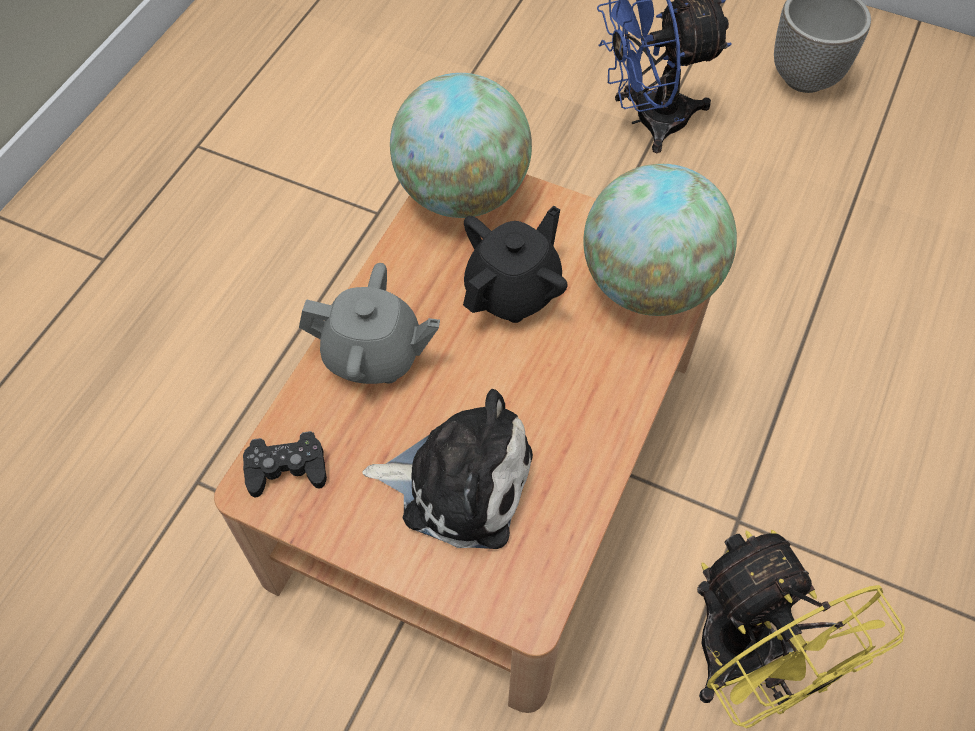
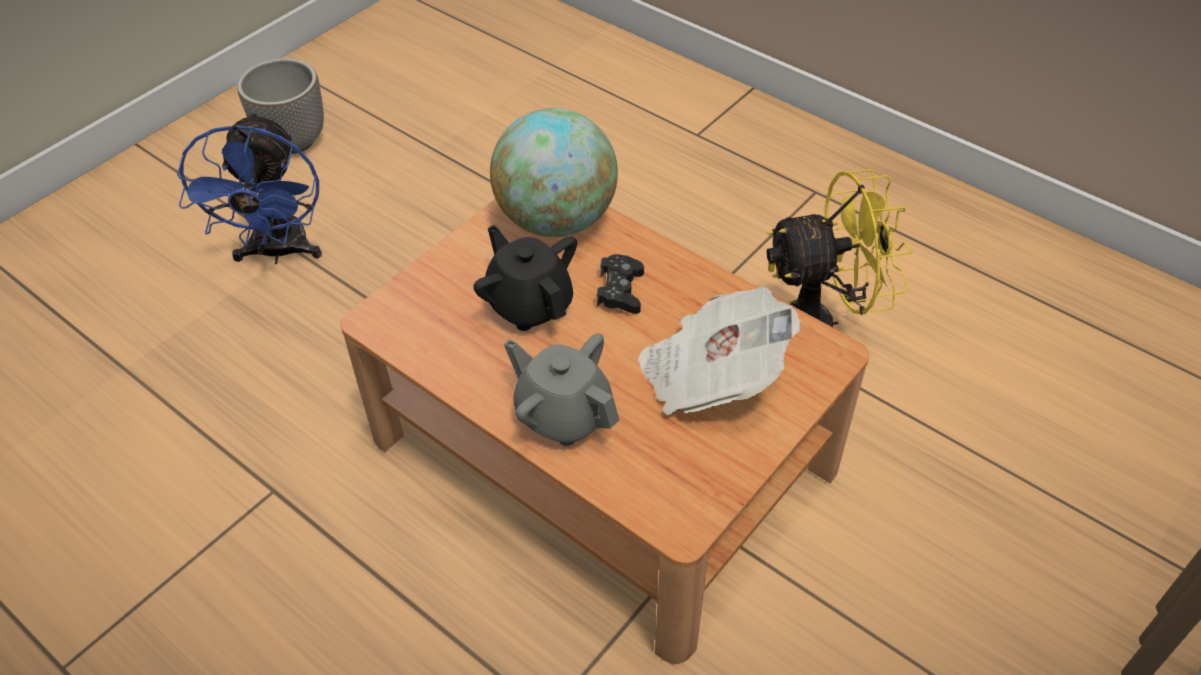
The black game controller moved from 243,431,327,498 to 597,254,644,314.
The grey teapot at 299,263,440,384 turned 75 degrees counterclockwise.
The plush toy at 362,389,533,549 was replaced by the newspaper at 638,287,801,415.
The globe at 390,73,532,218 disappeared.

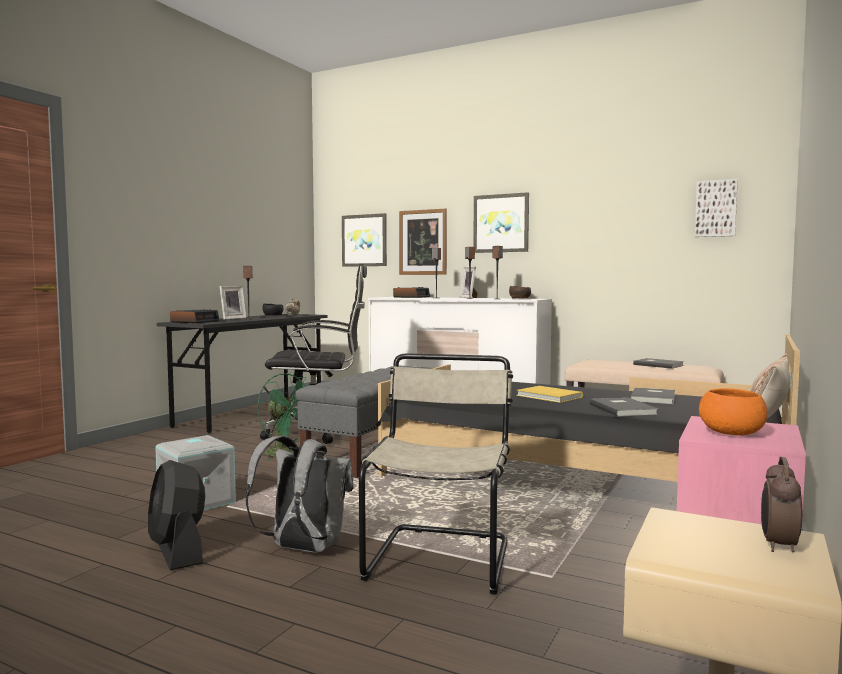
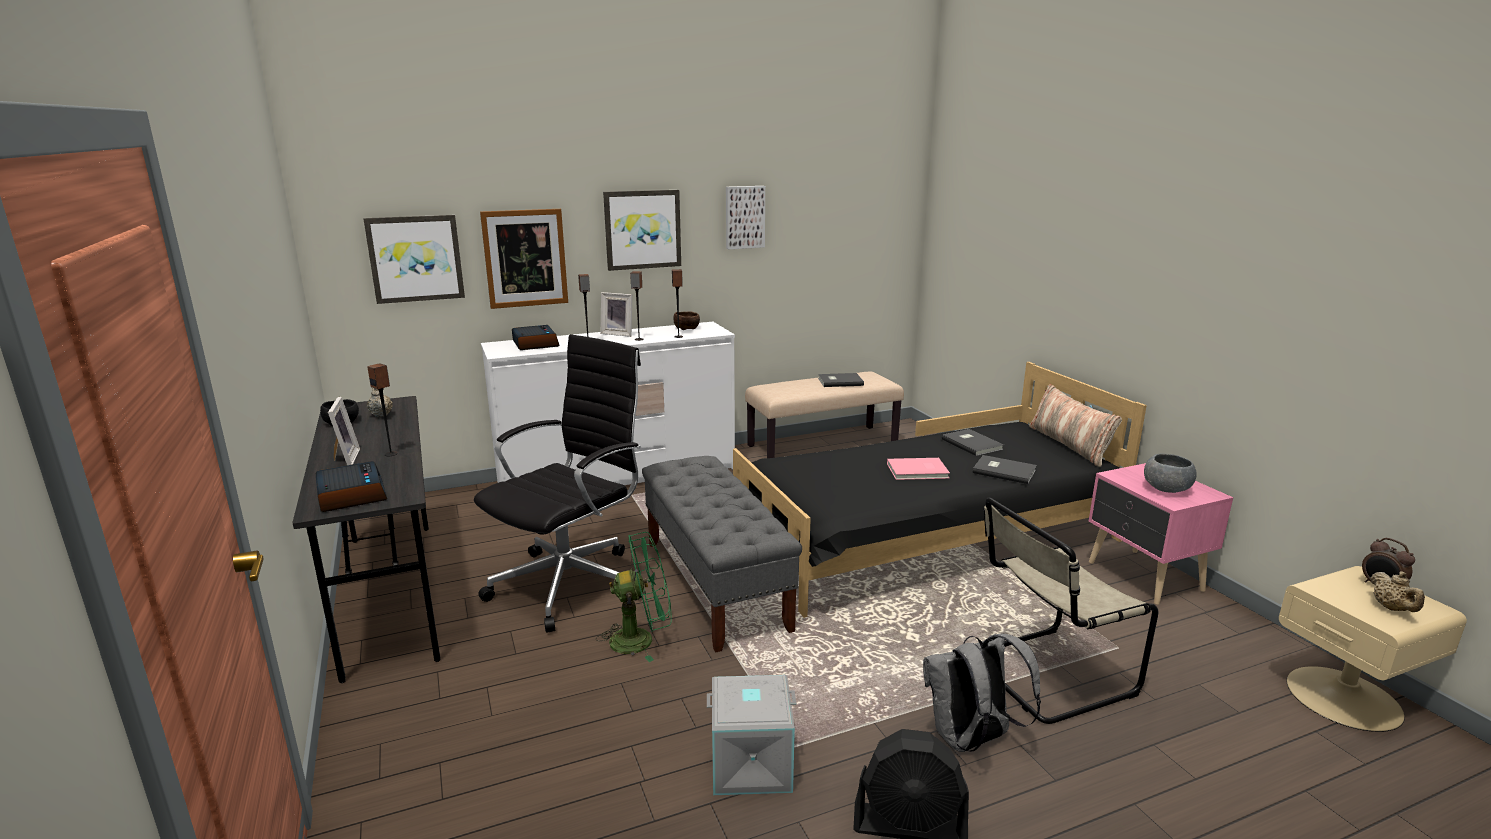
The beige chair at 359,354,513,594 turned 75 degrees counterclockwise.
The yellow book at 516,386,583,403 became the pink book at 887,458,950,480.
The picture moved from 695,179,738,237 to 726,186,765,250.
The orange bowl at 699,388,767,436 became the grey bowl at 1144,453,1196,493.
The beige teapot at 1370,571,1425,612 appeared.

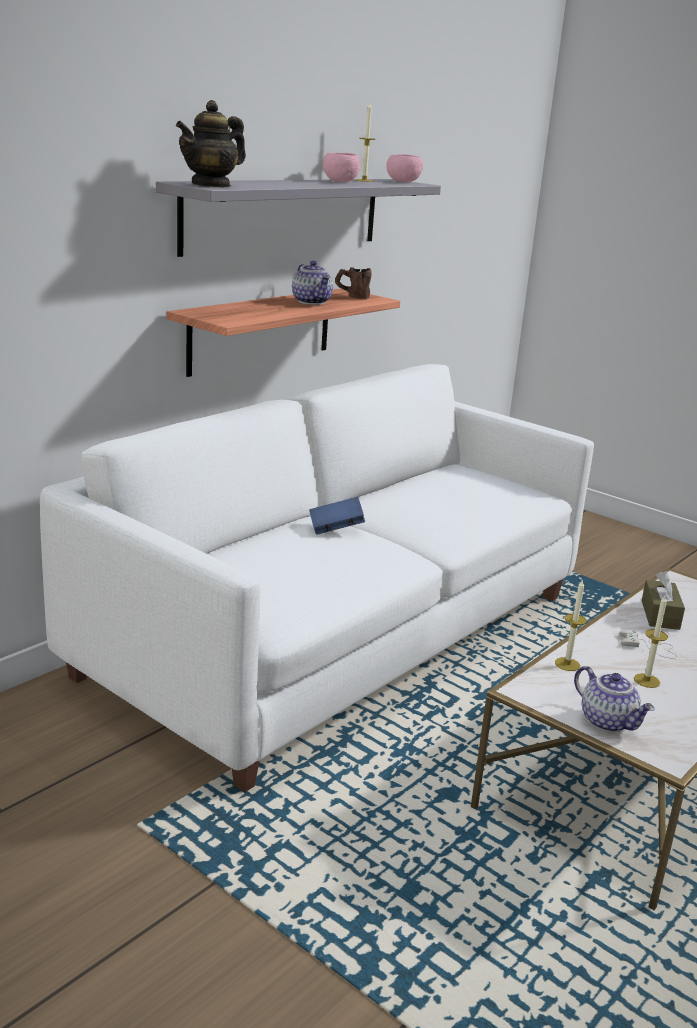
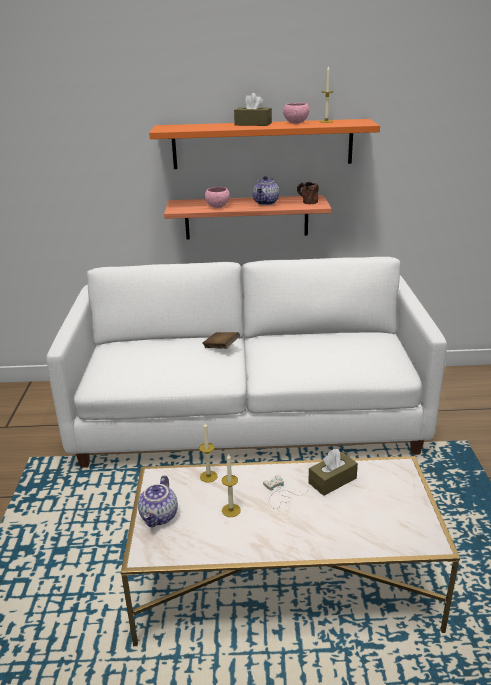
The grey shelf at 156,179,441,257 became the orange shelf at 149,119,380,169.
The teapot at 176,100,246,187 disappeared.
The blue book at 309,497,365,535 became the brown book at 202,332,240,349.
The pink bowl moved from 386,154,423,182 to 205,187,230,208.
The brown tissue box at 234,93,272,126 appeared.

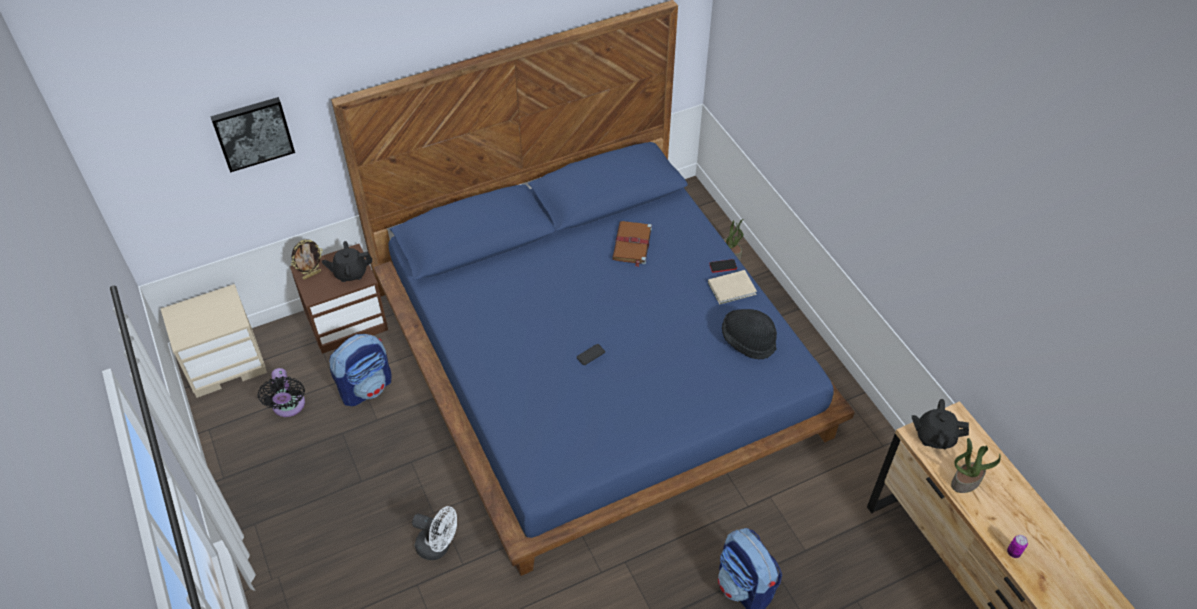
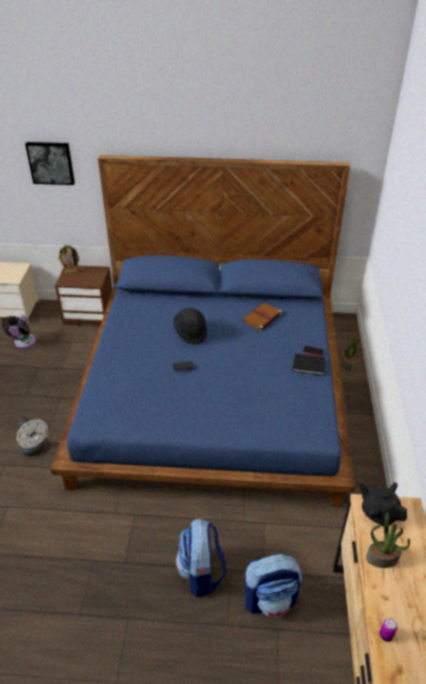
The black teapot at 322,241,372,282 disappeared.
The backpack moved from 329,334,392,406 to 244,554,302,617.
The beige book at 708,270,757,304 became the black book at 293,353,325,375.
The black hat moved from 722,309,777,359 to 173,308,207,344.

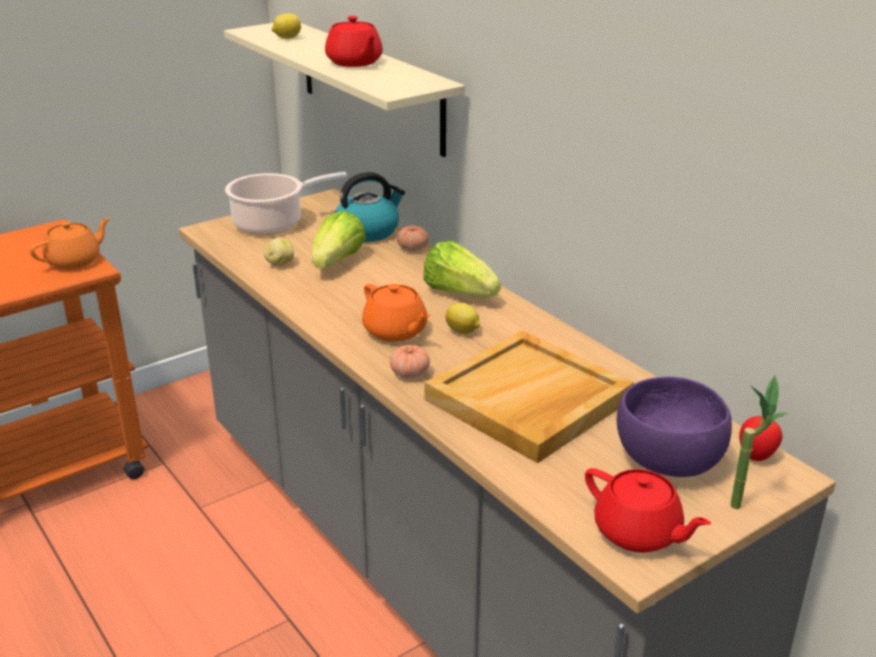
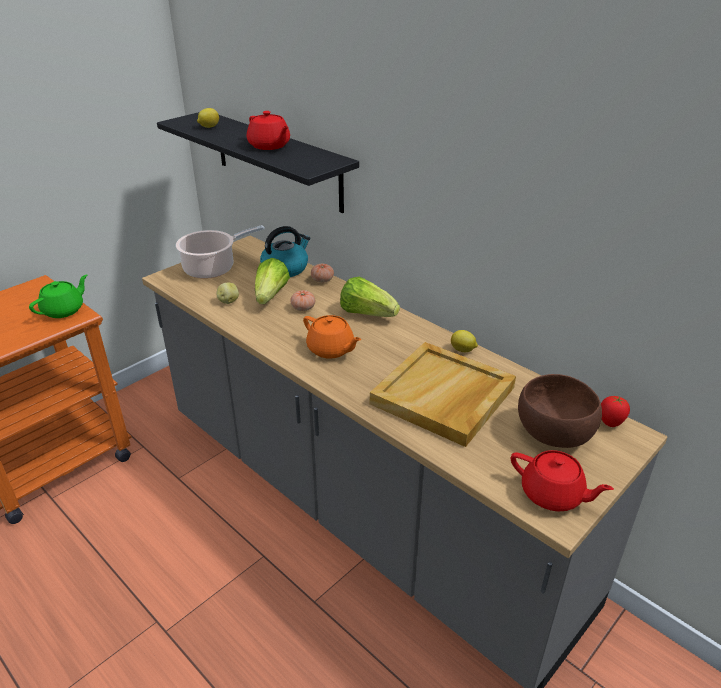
The orange teapot at 29,218,110,269 became the green teapot at 29,274,87,318.
The beige shelf at 224,23,465,157 became the black shelf at 157,112,359,213.
The tomato moved from 390,345,430,378 to 290,290,315,311.
The lemon moved from 446,303,480,334 to 451,330,478,352.
The purple bowl at 617,376,732,477 became the brown bowl at 518,374,602,448.
The potted plant at 730,376,788,509 disappeared.

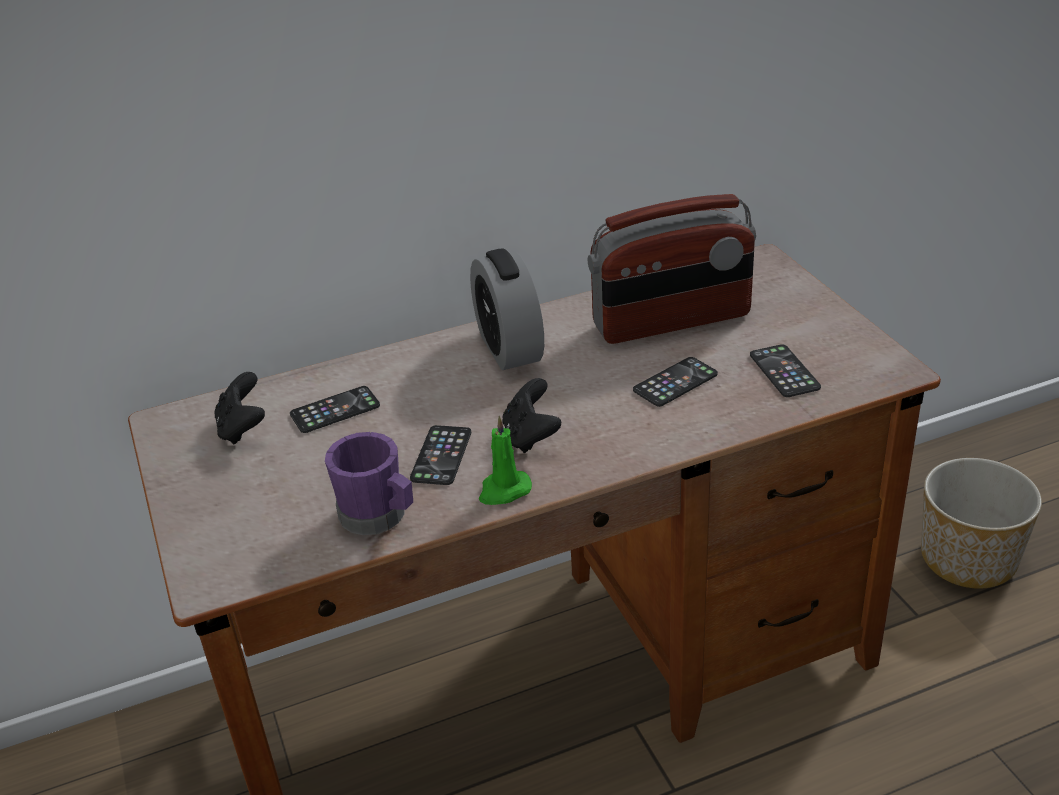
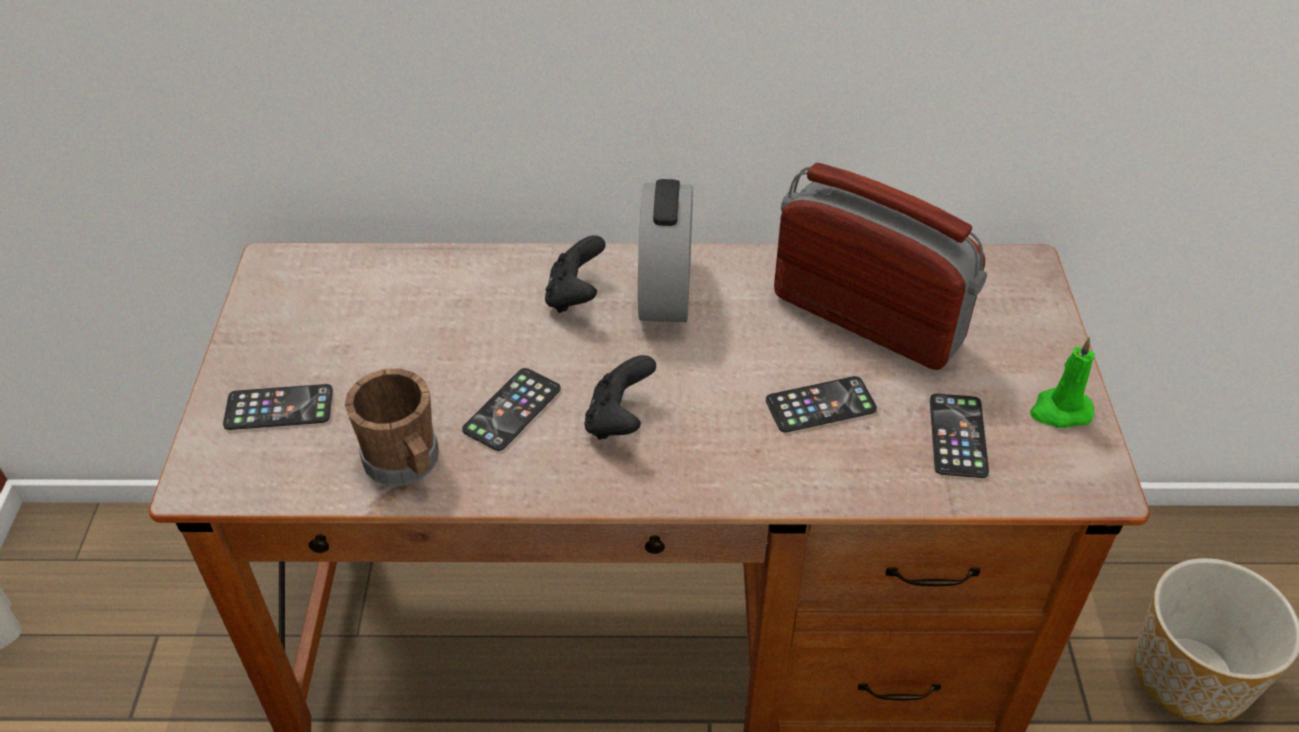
The black game controller moved from 214,372,265,444 to 545,235,606,313.
The phone moved from 290,386,380,433 to 223,384,333,430.
The purple mug at 325,432,413,535 became the brown mug at 345,369,439,486.
The green candle moved from 479,416,532,505 to 1030,337,1095,428.
The radio at 588,194,756,344 turned 150 degrees counterclockwise.

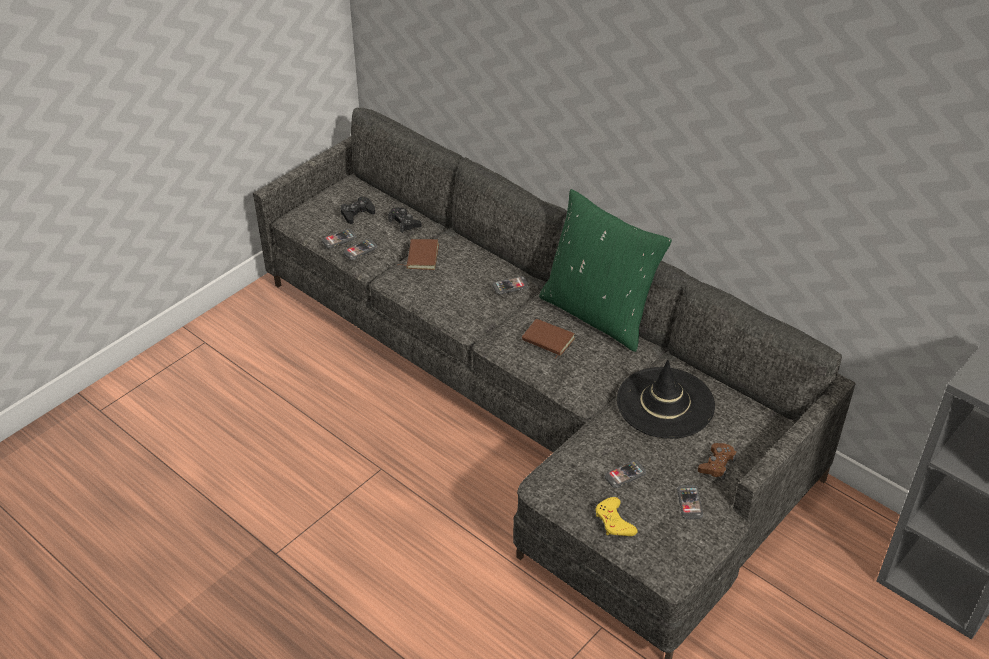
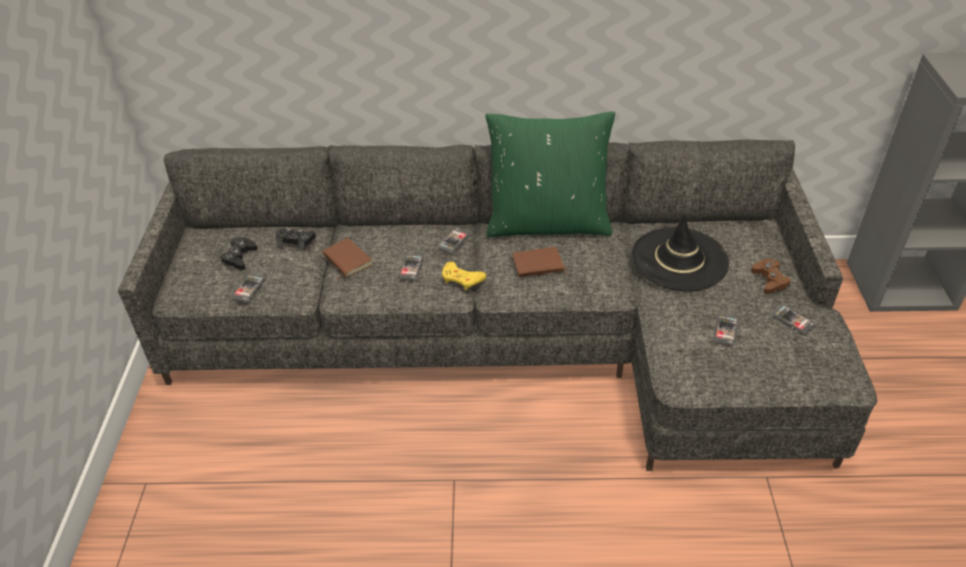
The phone moved from 343,239,377,260 to 398,253,424,281.
The yellow game controller moved from 596,497,638,536 to 442,262,486,290.

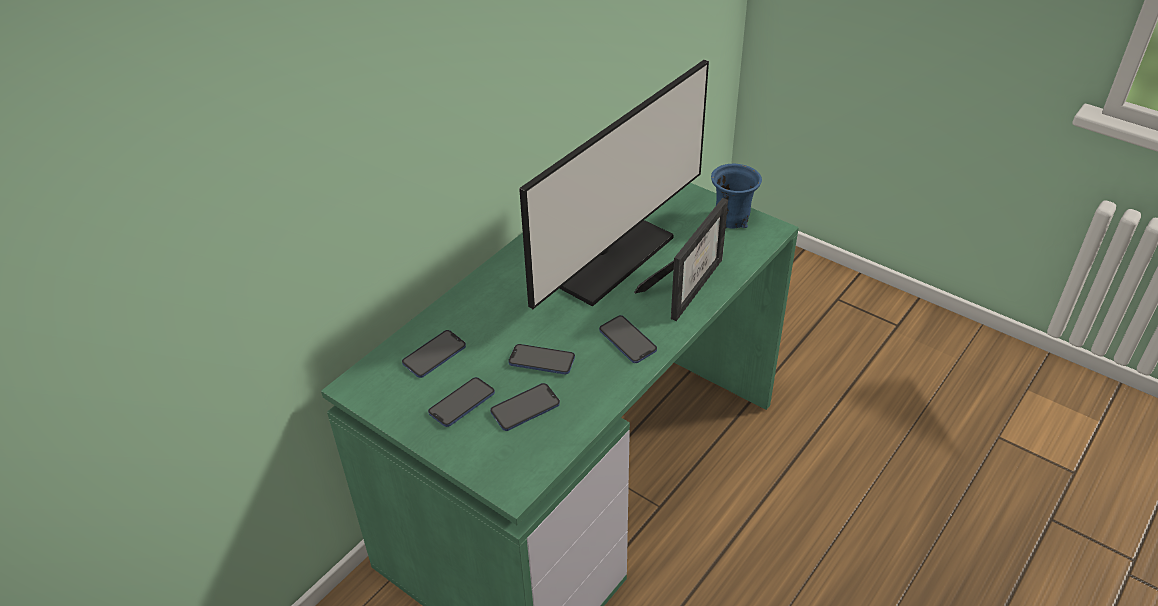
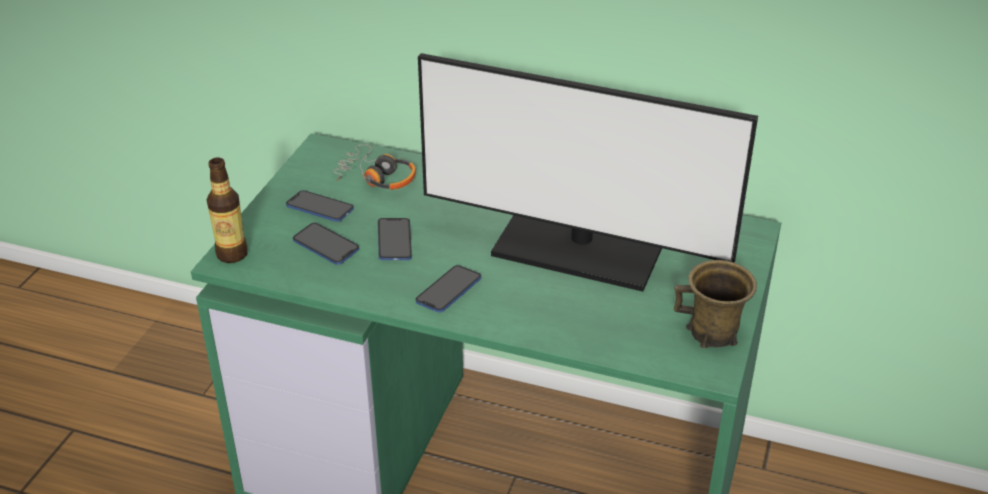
The phone at 402,330,466,378 was replaced by the headphones at 333,144,416,190.
The picture frame at 634,198,728,321 disappeared.
The blue mug at 711,164,762,229 became the brown mug at 674,260,757,348.
The bottle at 207,157,248,263 appeared.

